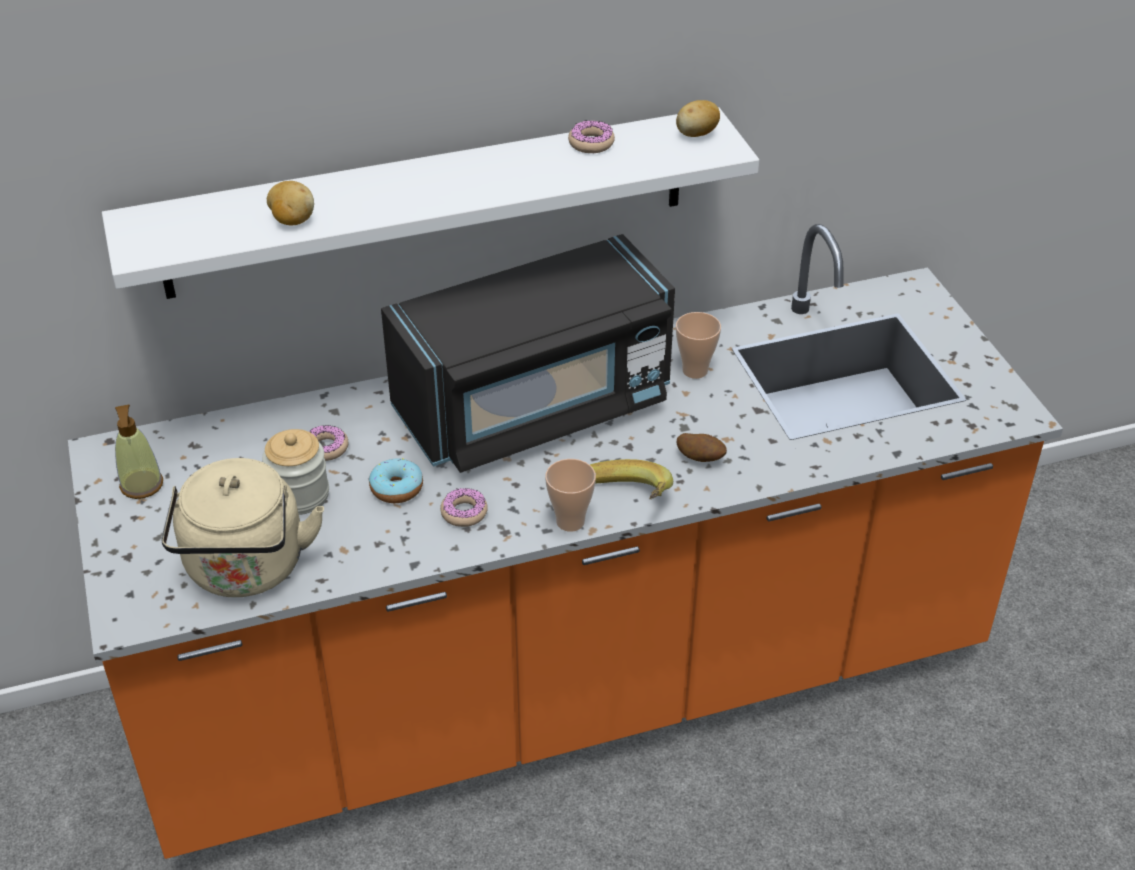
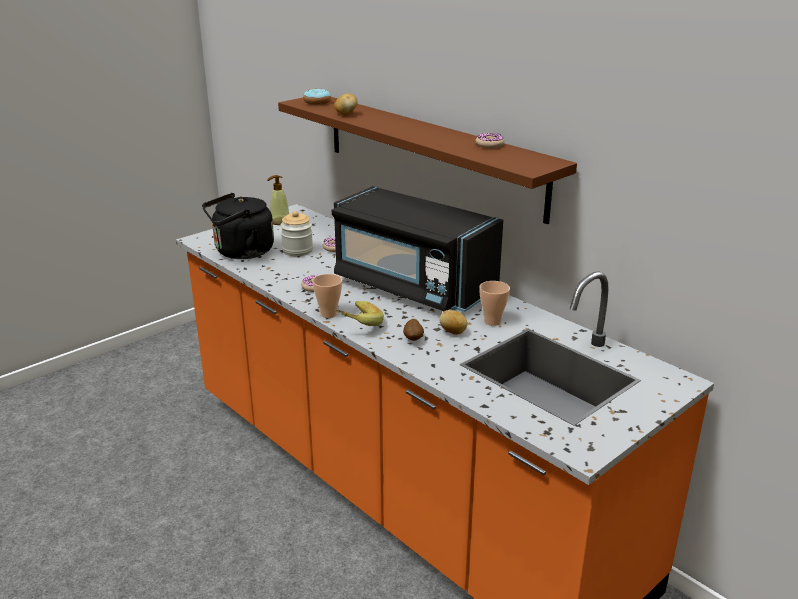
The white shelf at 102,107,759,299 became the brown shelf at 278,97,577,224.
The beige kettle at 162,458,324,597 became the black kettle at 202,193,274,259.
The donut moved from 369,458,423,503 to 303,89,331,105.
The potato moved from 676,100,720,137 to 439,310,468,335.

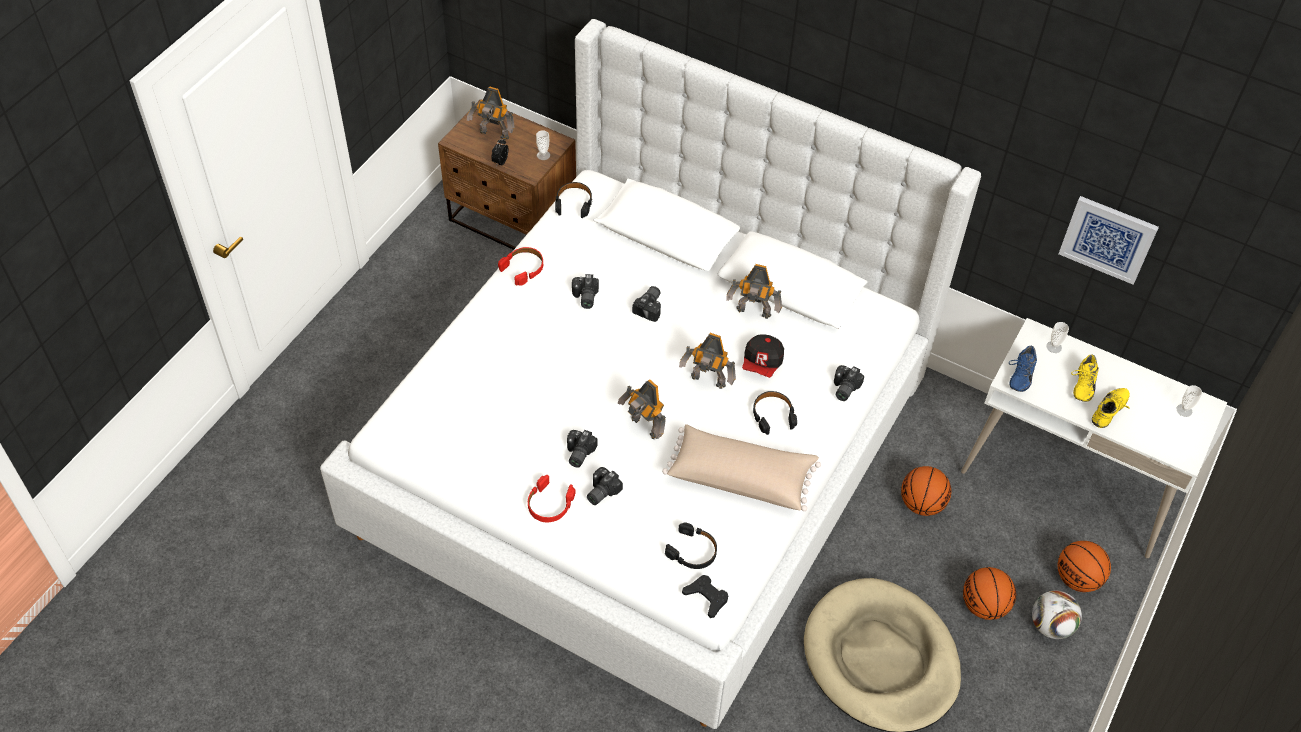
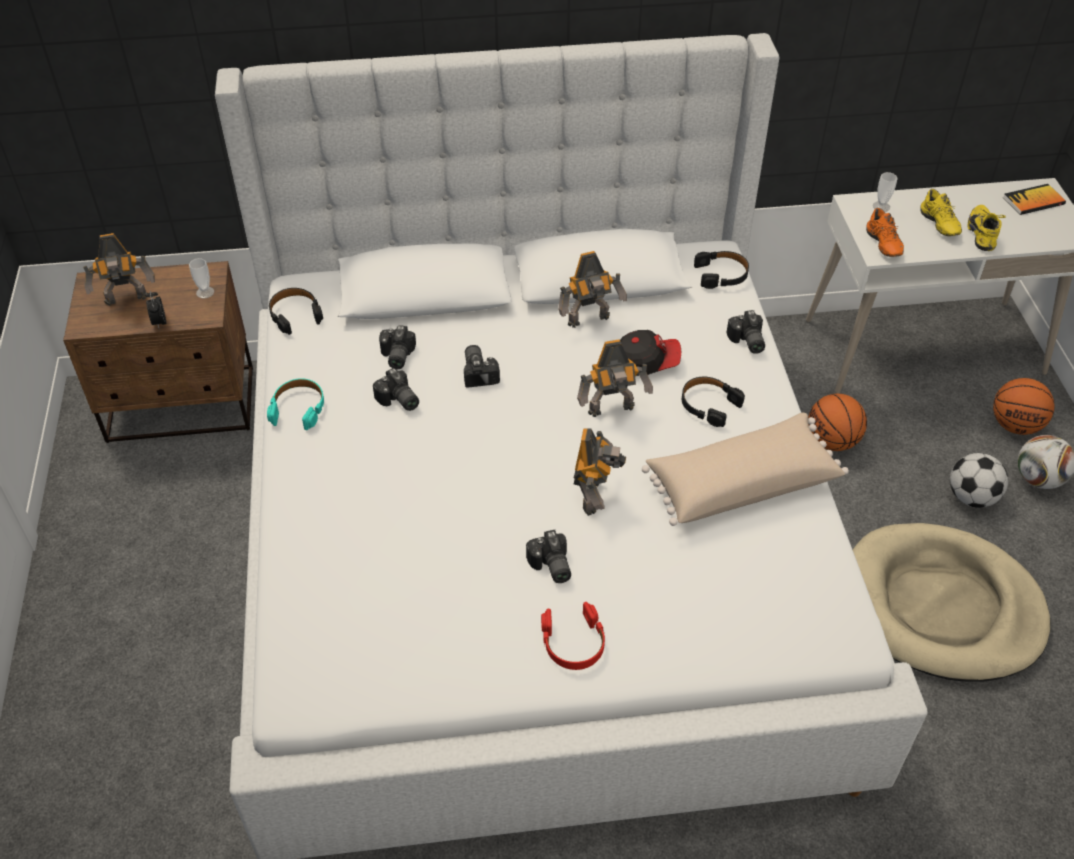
The red headphones at 498,247,543,286 became the turquoise headphones at 267,378,324,430.
The photo camera moved from 587,467,623,505 to 379,325,416,369.
The toy robot at 618,379,666,439 turned 90 degrees counterclockwise.
The black headphones moved from 665,522,717,569 to 694,251,749,289.
The black game controller at 682,575,728,618 disappeared.
The cap at 742,334,784,378 turned 75 degrees counterclockwise.
The basketball at 963,567,1016,620 was replaced by the football at 950,453,1008,508.
The blue shoe at 1009,346,1037,392 became the orange shoe at 866,208,904,257.
The picture at 1059,196,1159,285 disappeared.
The cup at 1176,385,1202,417 was replaced by the book at 1003,184,1066,215.

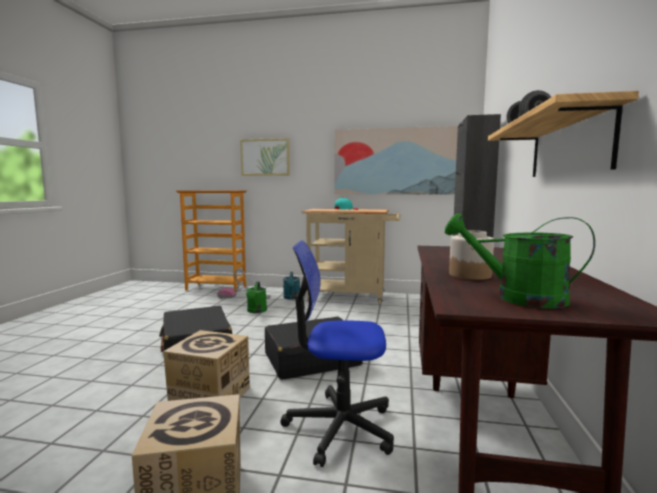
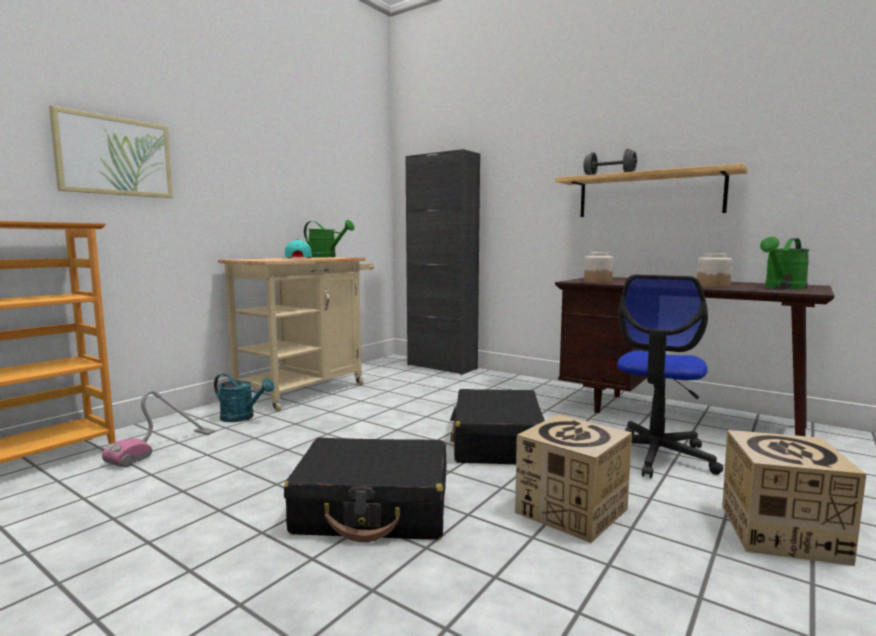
The green watering can moved from 246,281,267,313 to 304,220,354,257.
The picture at 335,126,458,195 disappeared.
The jar at 584,252,613,283 appeared.

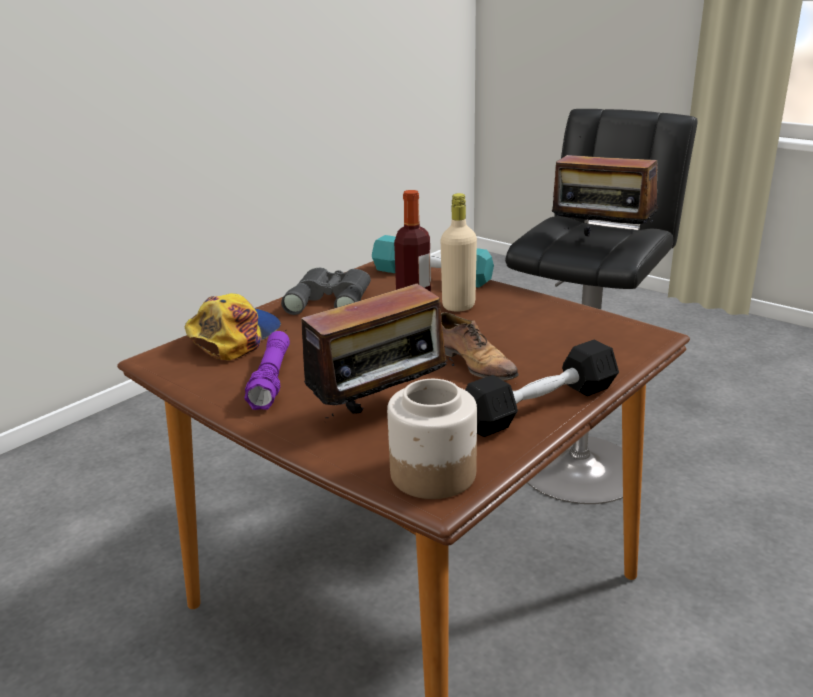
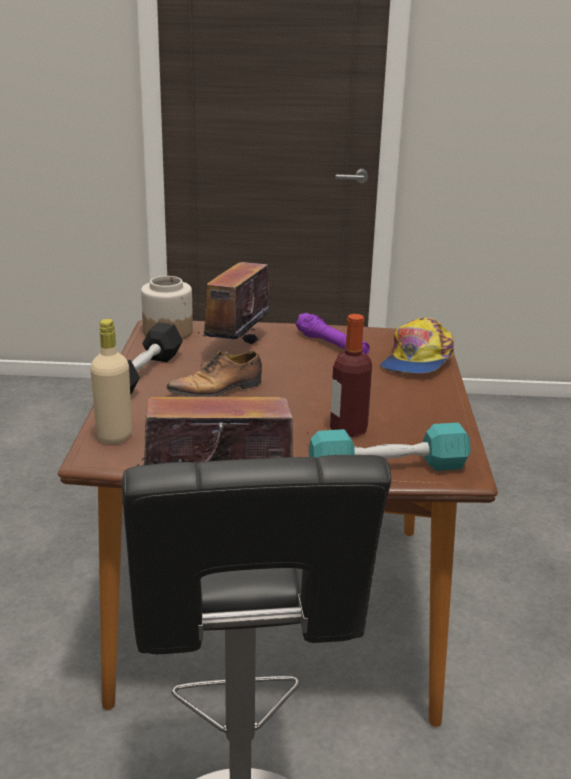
The cap at 185,293,281,360 turned 45 degrees clockwise.
The grey binoculars at 281,268,371,315 disappeared.
The beige bottle moved from 441,193,477,311 to 90,319,132,444.
The shoe at 441,312,519,380 turned 45 degrees counterclockwise.

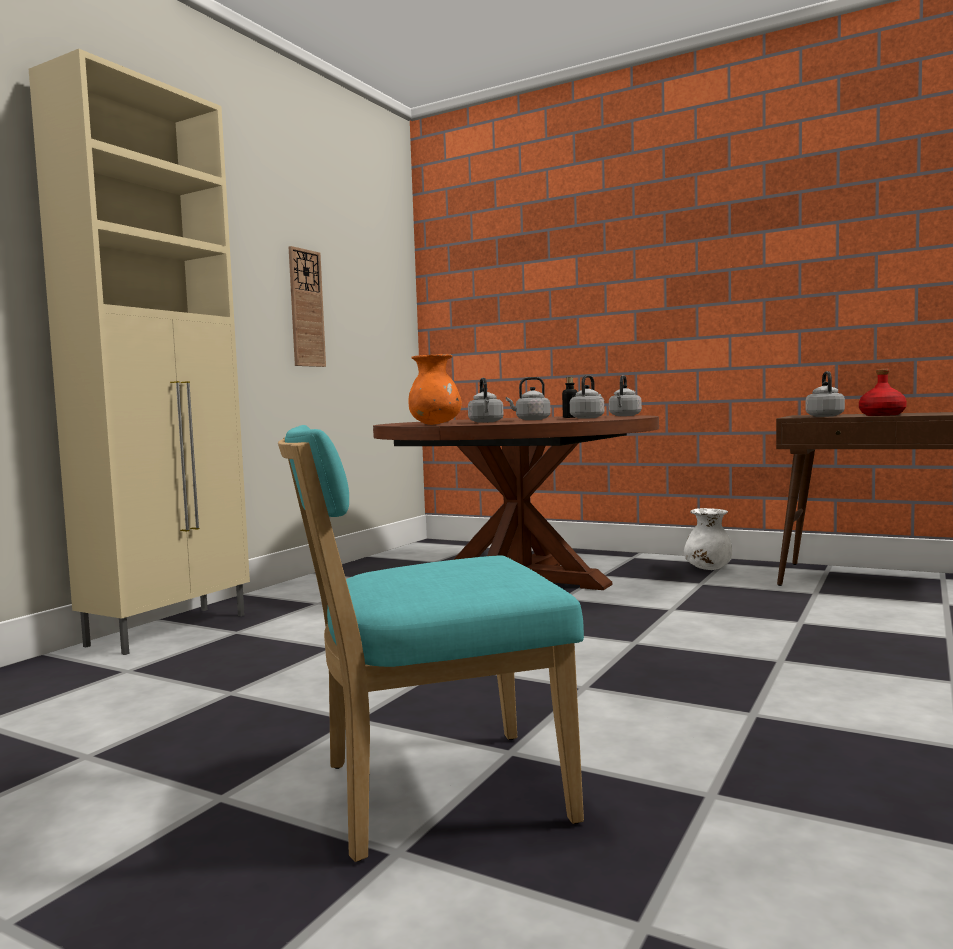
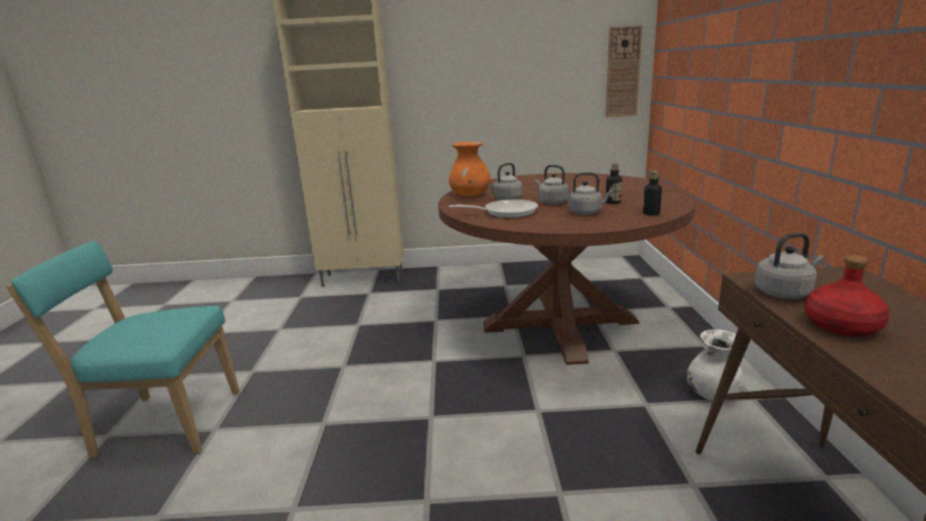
The turquoise chair at 278,425,584,862 turned 45 degrees counterclockwise.
The wall clock moved from 289,246,326,367 to 606,25,643,117.
The grey kettle at 609,375,642,416 was replaced by the bottle at 643,171,662,215.
The frying pan at 449,199,538,218 appeared.

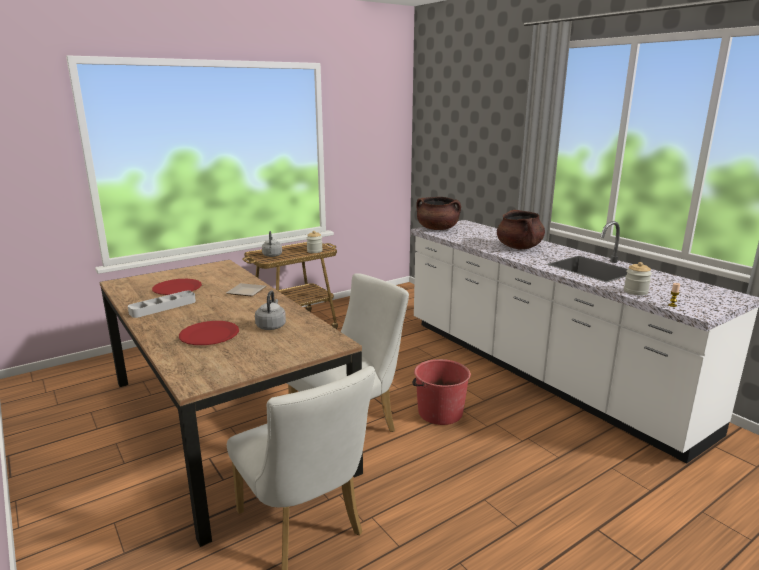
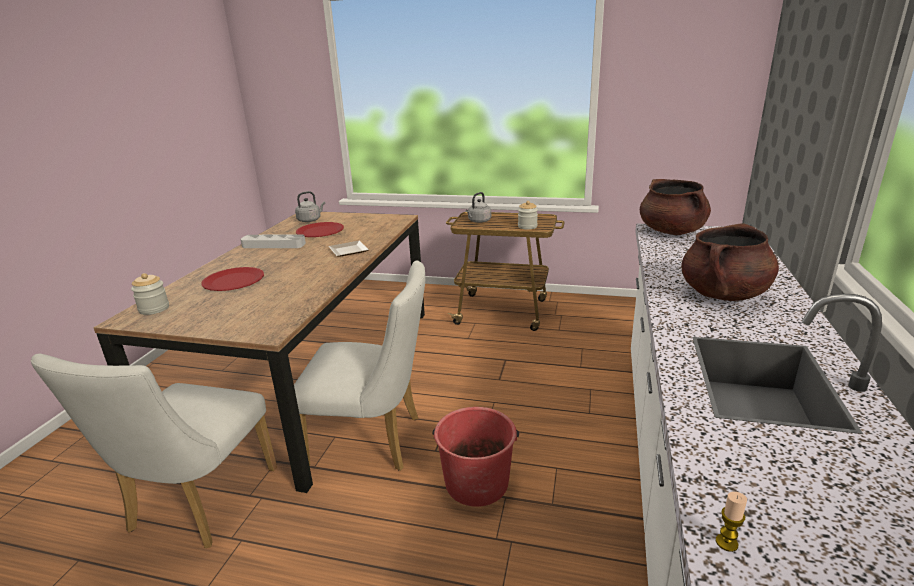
The grey kettle moved from 255,290,286,330 to 295,191,325,222.
The jar moved from 624,262,652,296 to 131,273,169,315.

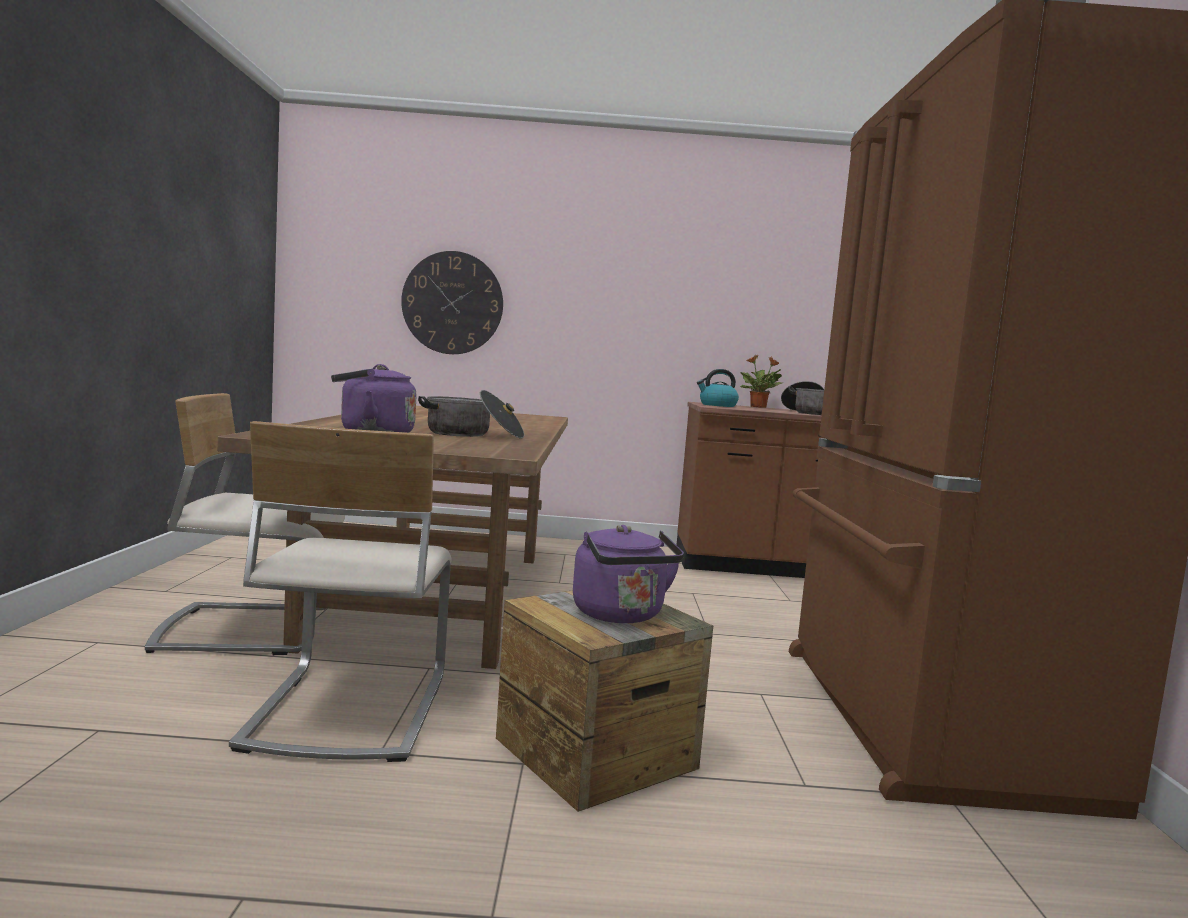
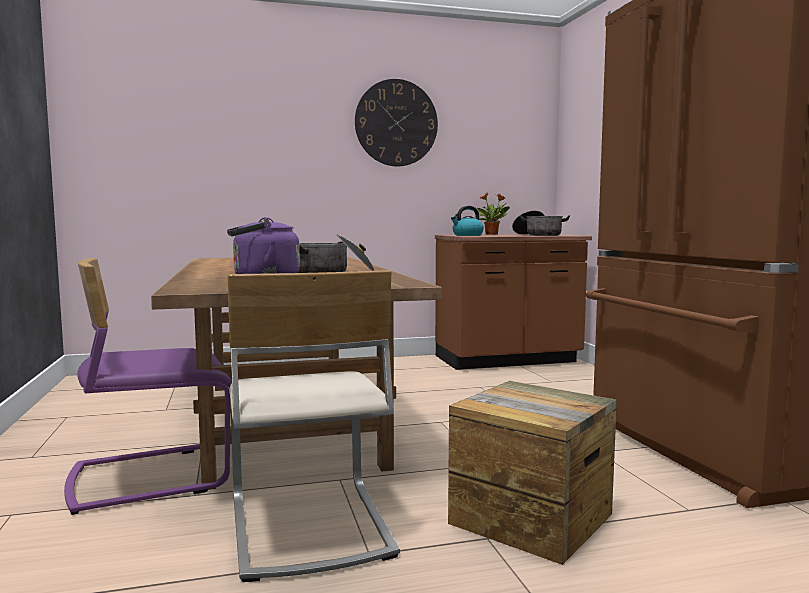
The beige chair at 145,393,345,655 became the purple chair at 64,258,232,515.
The wall clock moved from 401,251,503,354 to 355,79,438,166.
The purple kettle at 573,525,684,623 disappeared.

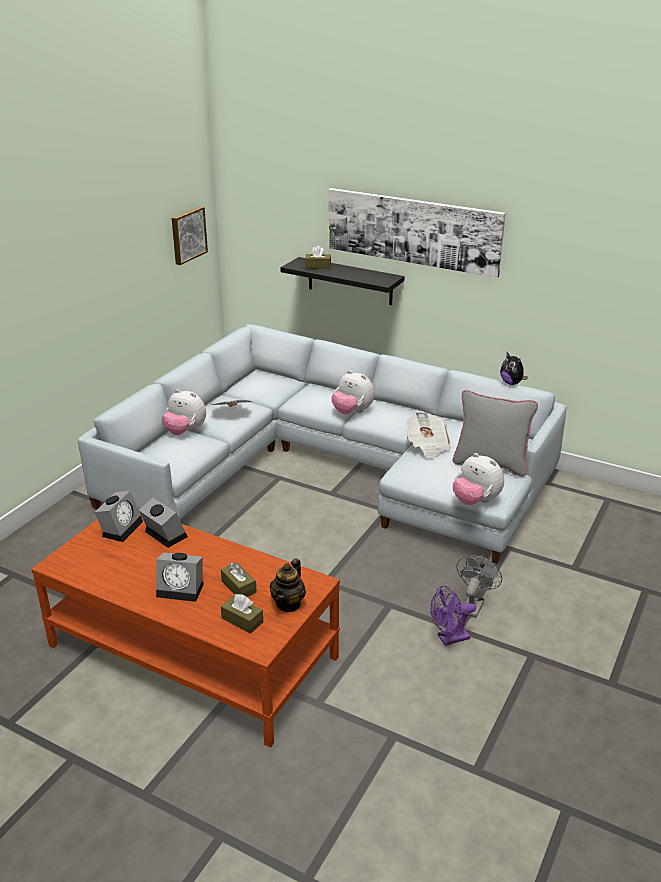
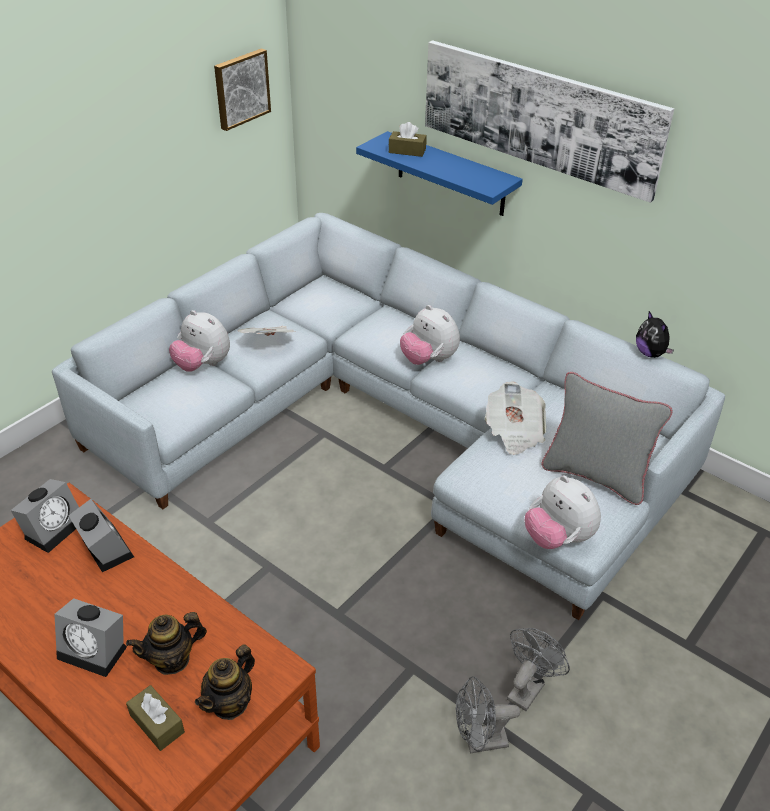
The brown tissue box at 221,562,257,597 was replaced by the teapot at 126,612,207,675.
The black shelf at 280,257,405,305 became the blue shelf at 356,131,523,216.
The purple fan at 431,585,476,646 became the grey fan at 456,676,520,754.

